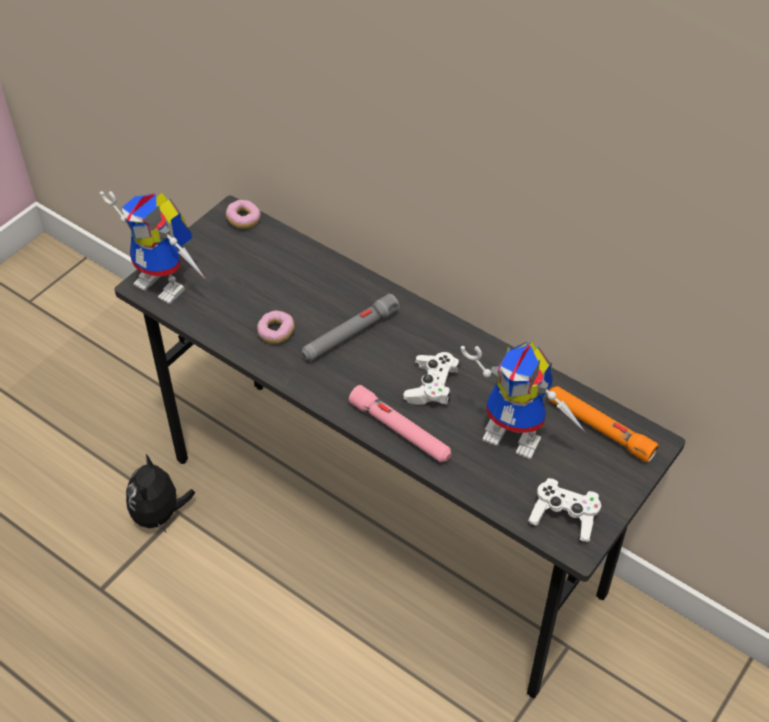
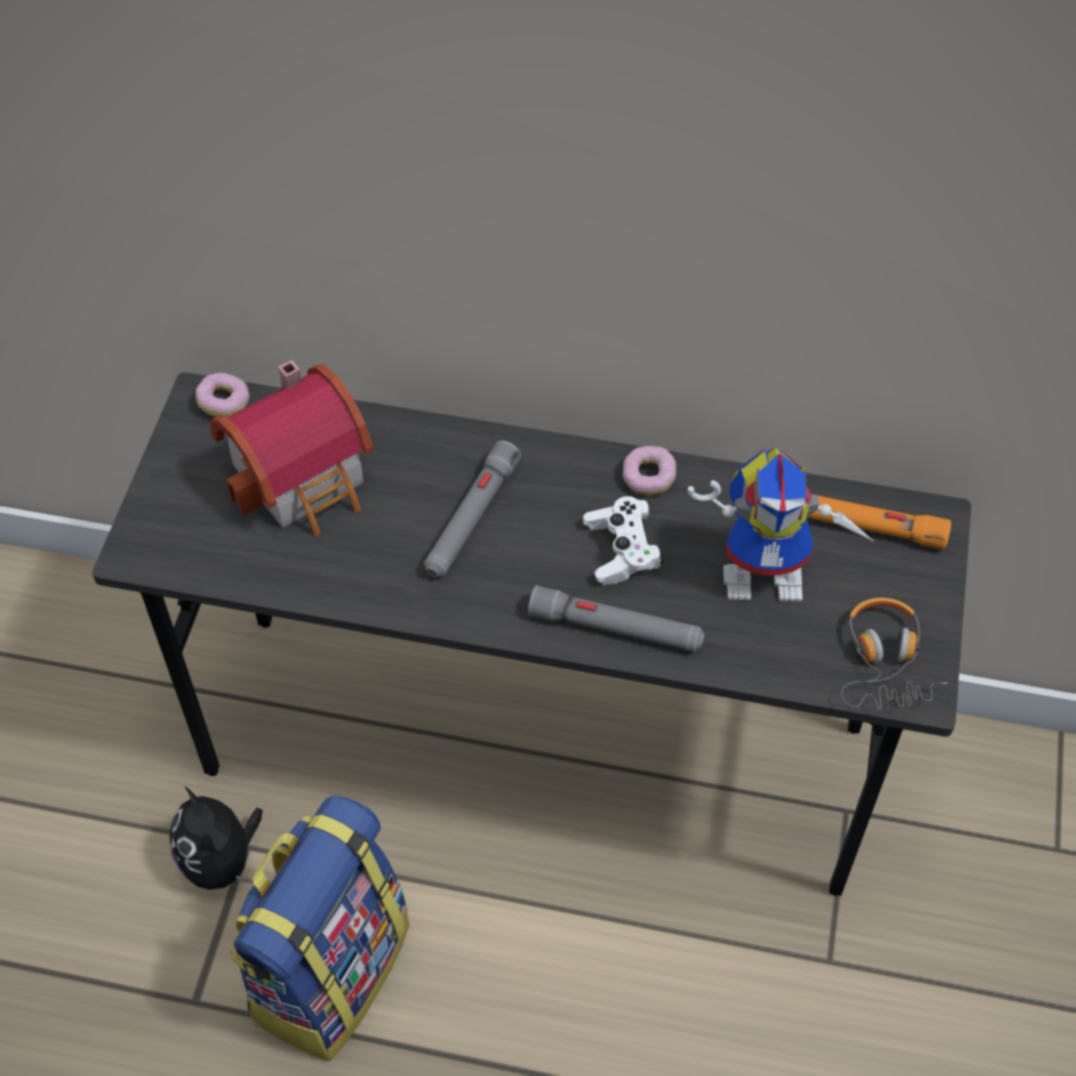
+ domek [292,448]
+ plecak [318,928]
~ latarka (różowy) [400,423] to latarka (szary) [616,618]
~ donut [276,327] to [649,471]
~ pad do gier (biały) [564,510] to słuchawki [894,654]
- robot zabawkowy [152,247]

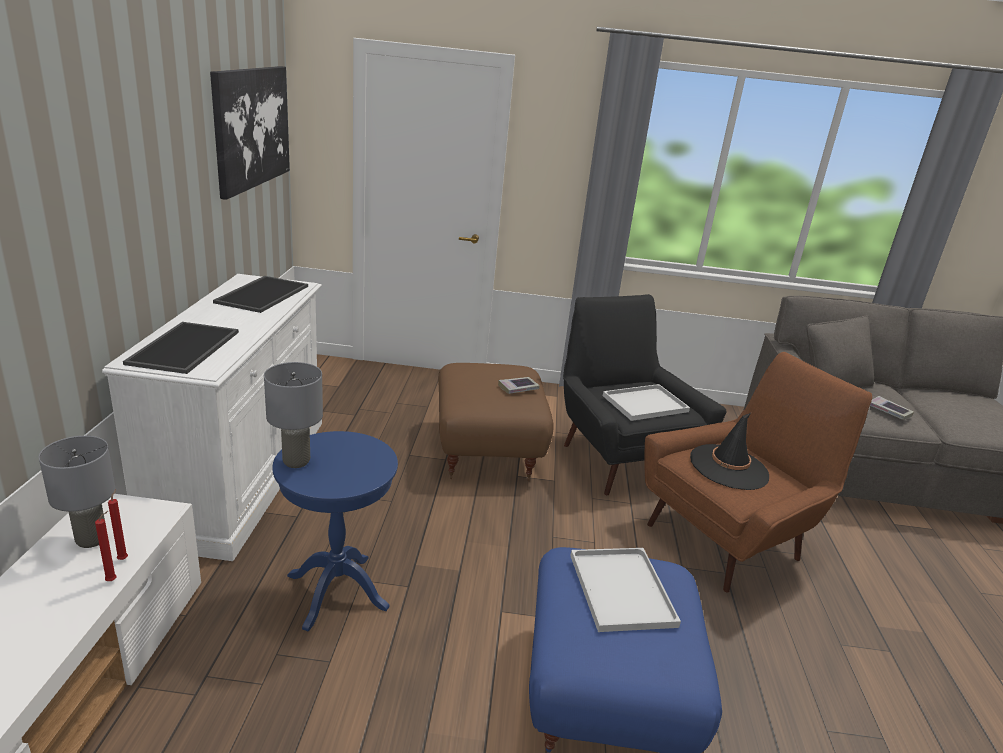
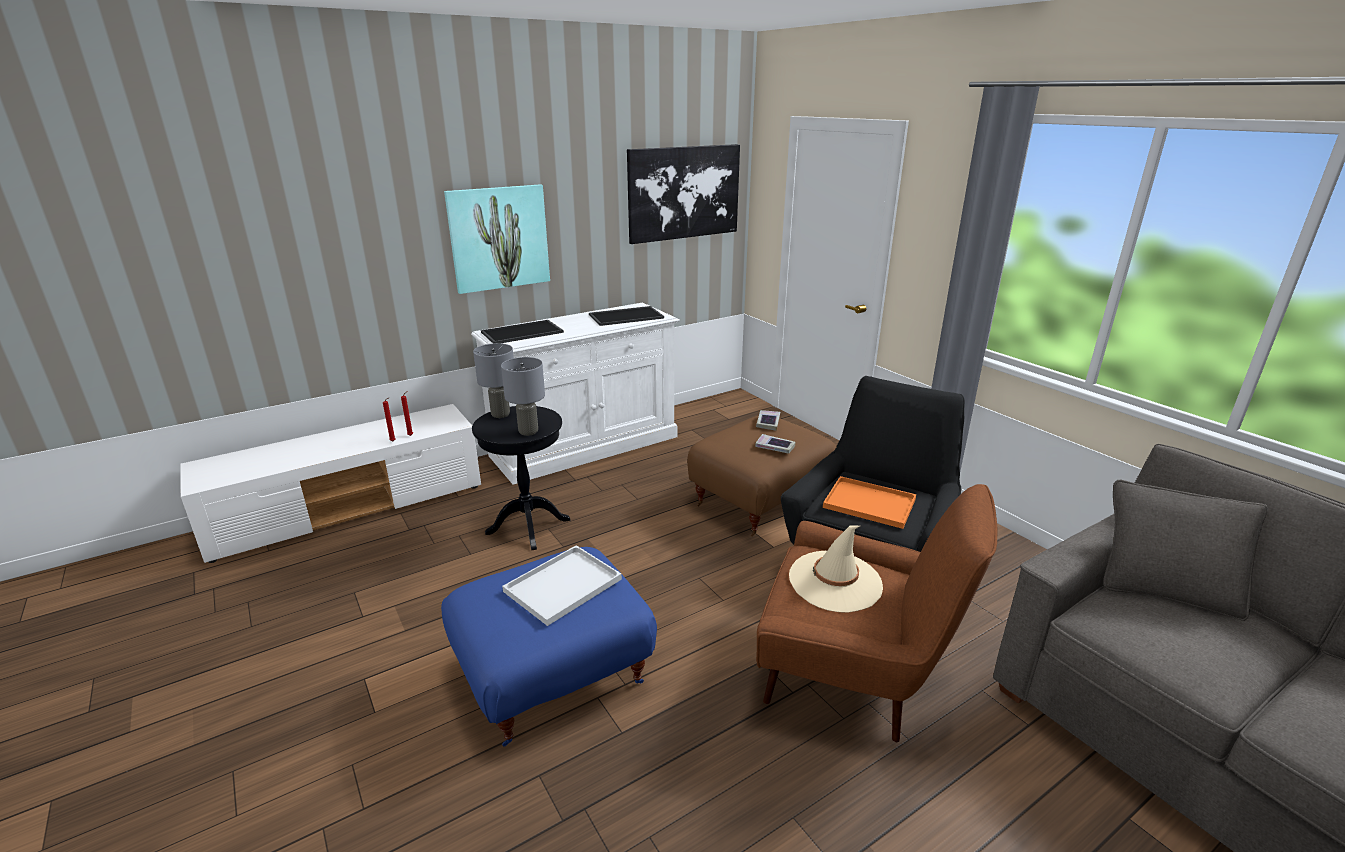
+ obraz [497,239]
~ stolik (niebieski) [335,531] to stolik (czarny) [521,478]
~ lampa stołowa (szary) [77,492] to [523,396]
~ książka [892,408] to [768,420]
~ kapelusz (czarny) [729,451] to kapelusz (beżowy) [836,569]
~ taca (biały) [646,402] to taca (pomarańczowy) [869,502]

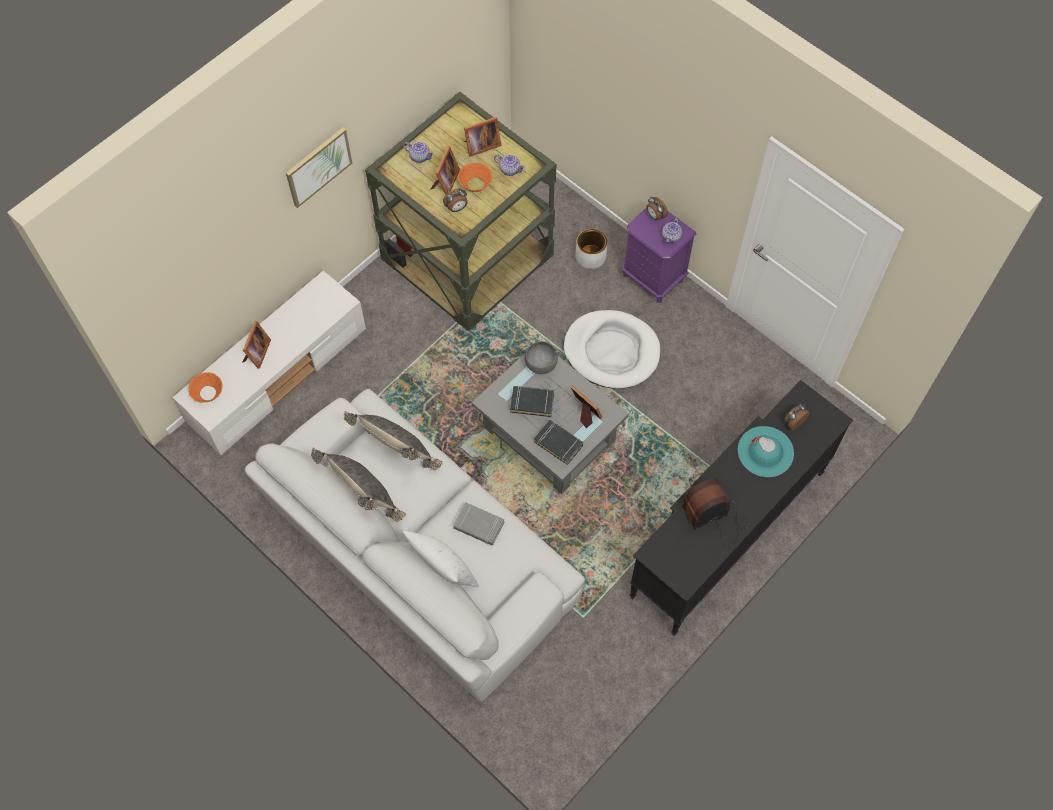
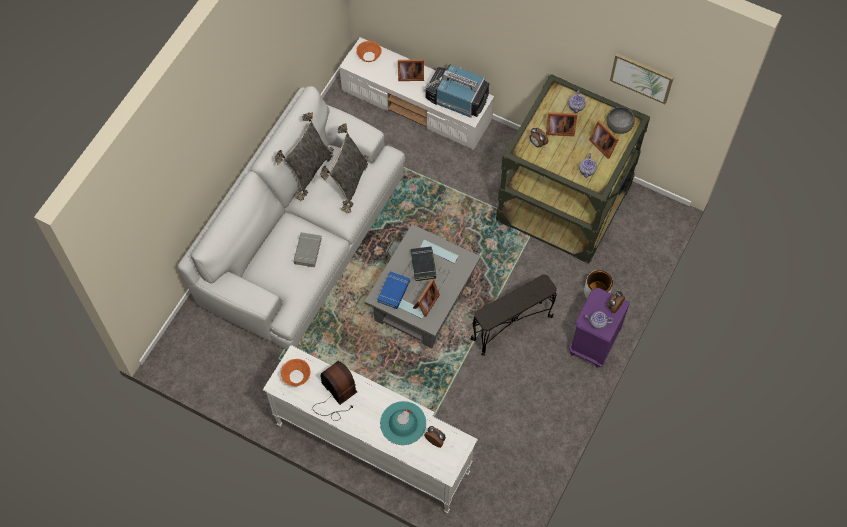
~ szafka (czarny) [741,507] to szafka (biały) [370,429]
~ miska (pomarańczowy) [475,177] to [296,372]
~ książka (czarny) [558,442] to książka (niebieski) [393,290]
+ telewizor [456,91]
~ legowisko (biały) [612,349] to stolik (czarny) [514,315]
~ miska (szary) [541,357] to [621,120]
~ obraz [319,168] to [642,78]
- poduszka (biały) [441,558]

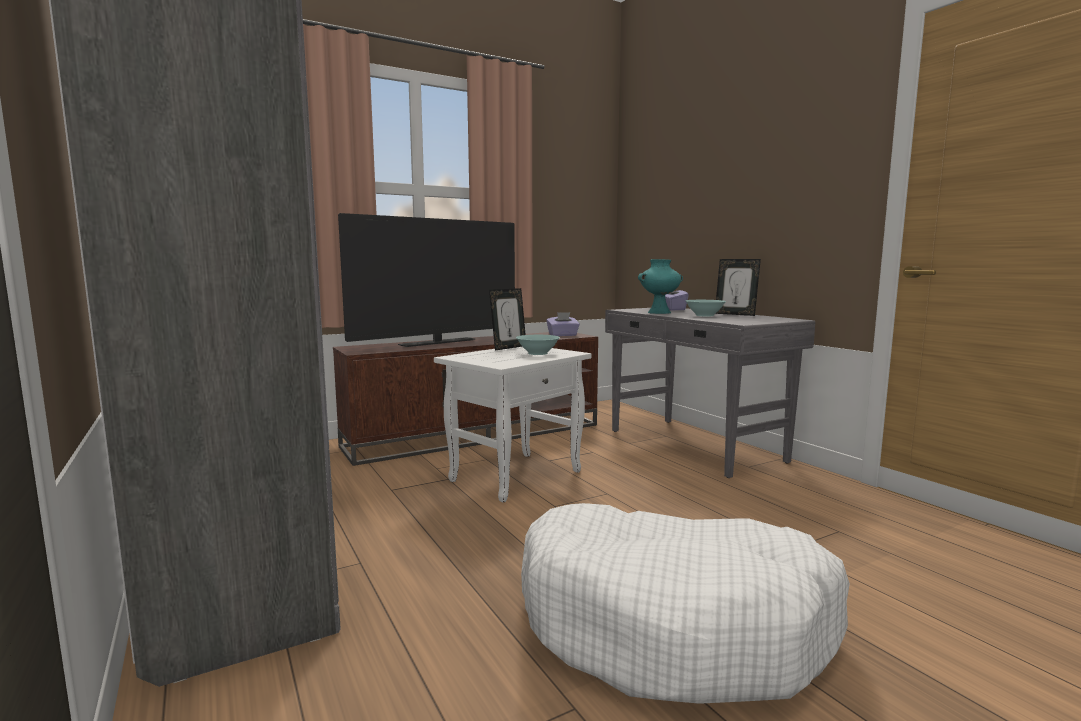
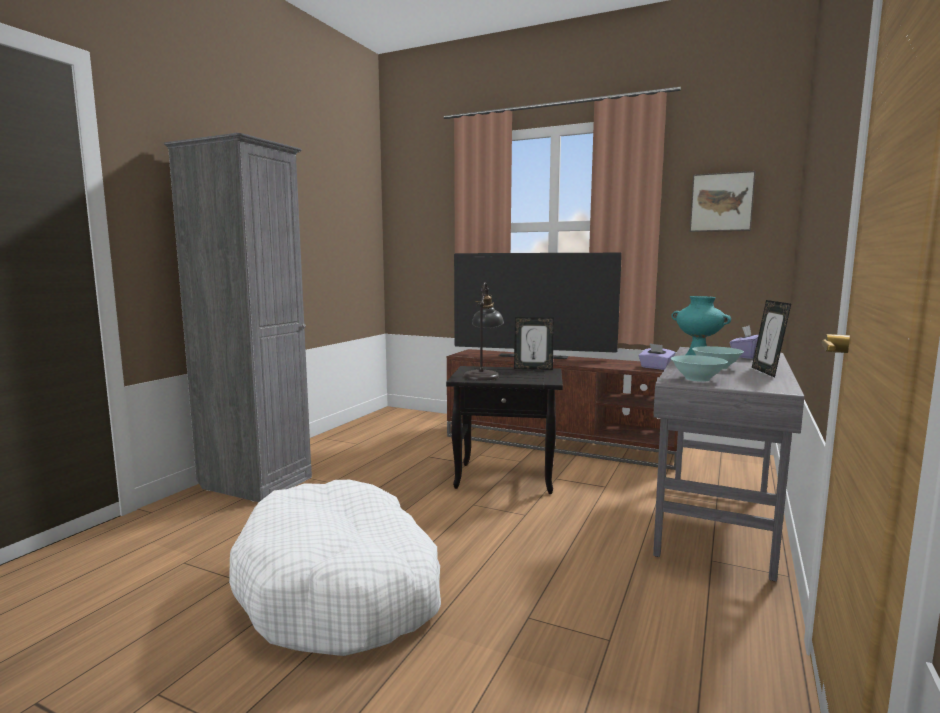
~ stolik (biały) [513,425] to stolik (czarny) [504,430]
+ lampa stołowa (szary) [484,331]
~ miska (turkusowy) [538,345] to [699,368]
+ obraz [723,201]

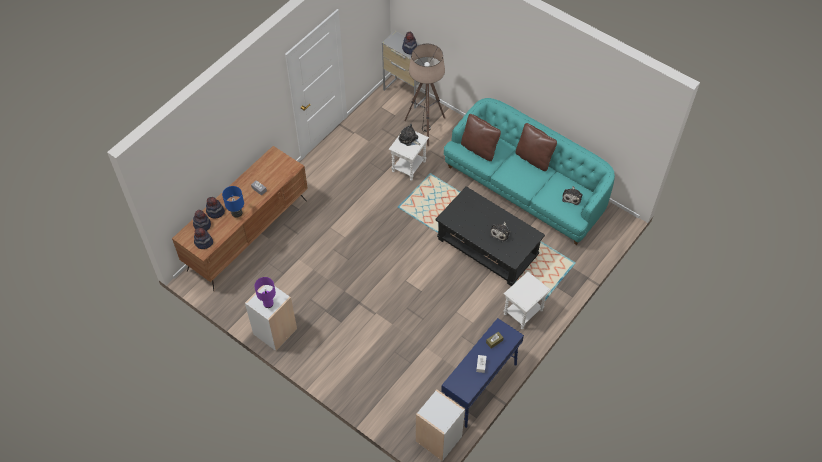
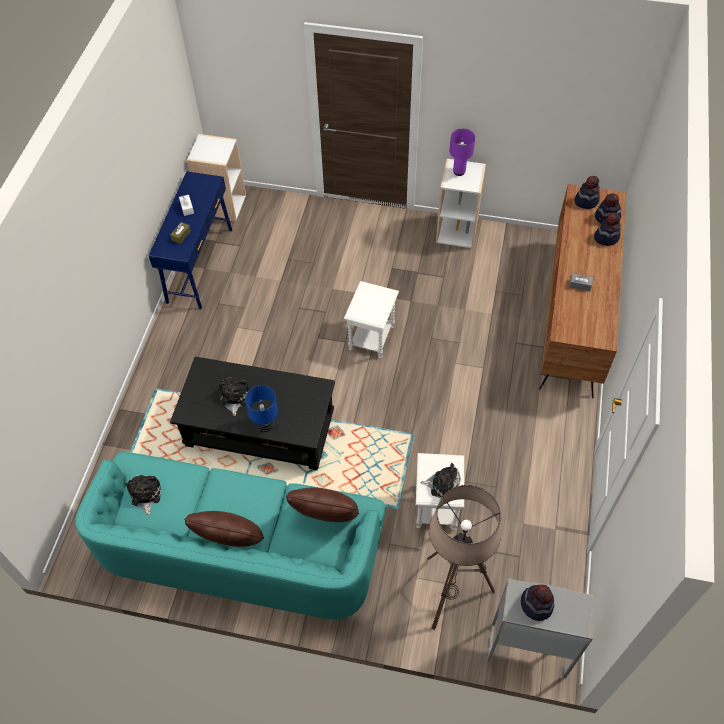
~ lampa stołowa (niebieski) [233,202] to [261,408]
~ stolik (biały) [527,301] to [371,319]

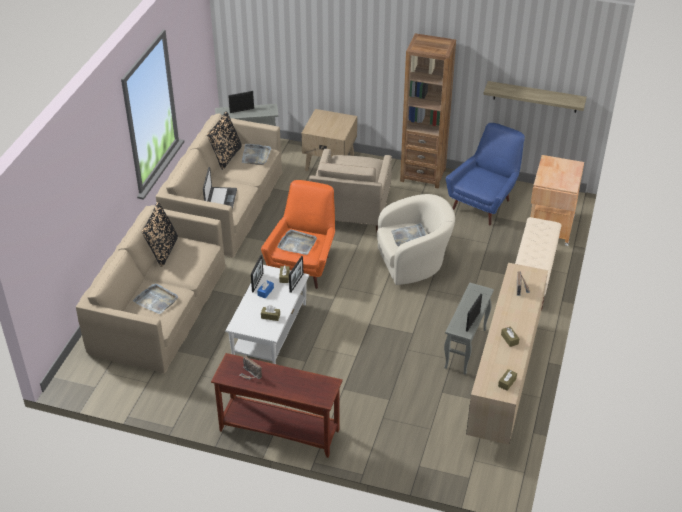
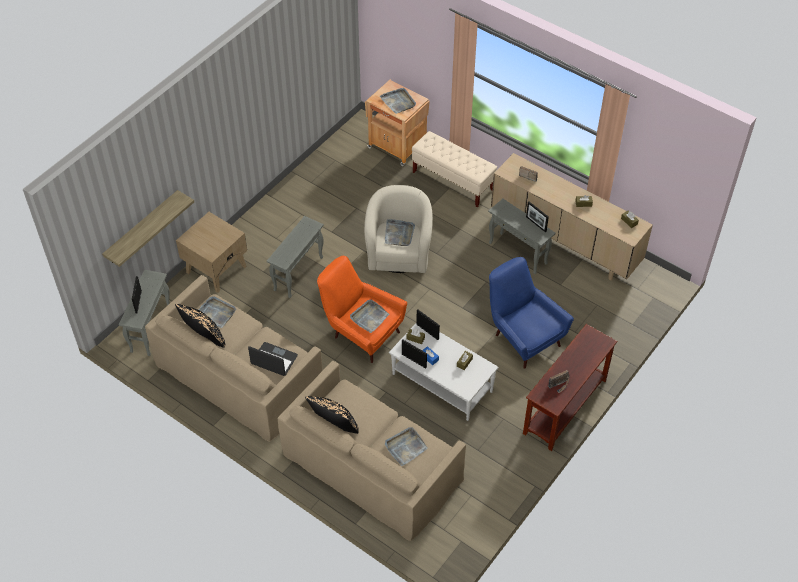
~ półka [535,97] to [148,228]
~ fotel (beżowy) [350,190] to stolik (szary) [295,257]
+ taca (szary) [398,101]
~ fotel (niebieski) [485,174] to [531,313]
- regał (brązowy) [428,111]

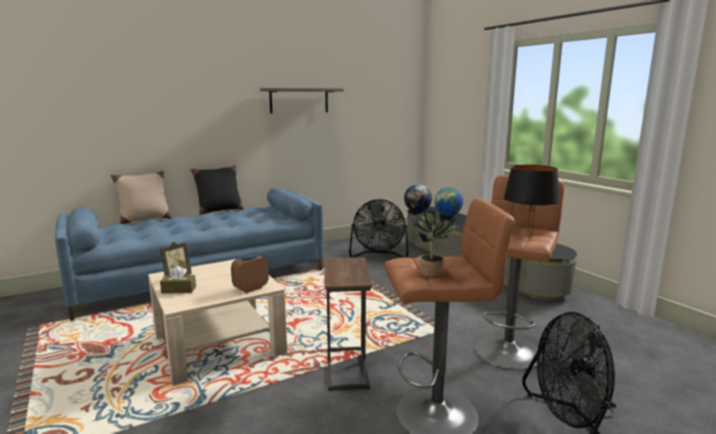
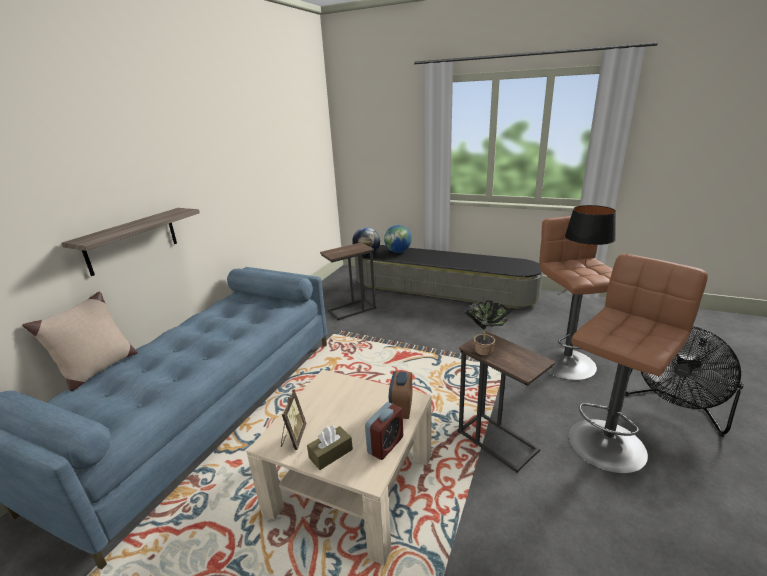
~ półka [302,100] to [131,242]
~ wentylator (czarny) [378,228] to stolik (brązowy) [348,281]
+ budzik [384,431]
~ roślina doniczkowa [436,244] to [488,328]
- poduszka (czarny) [217,190]

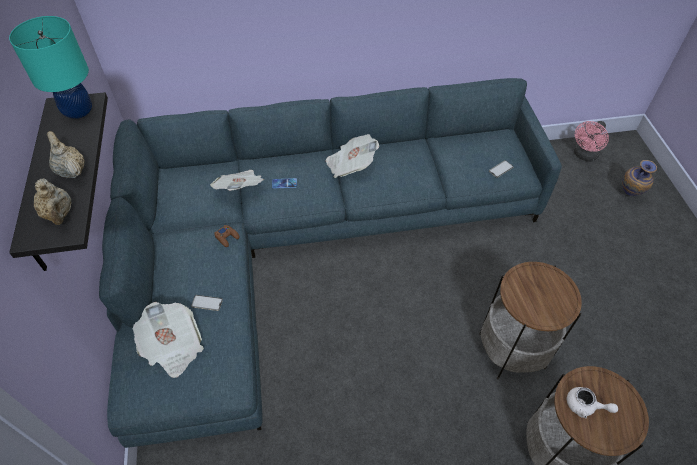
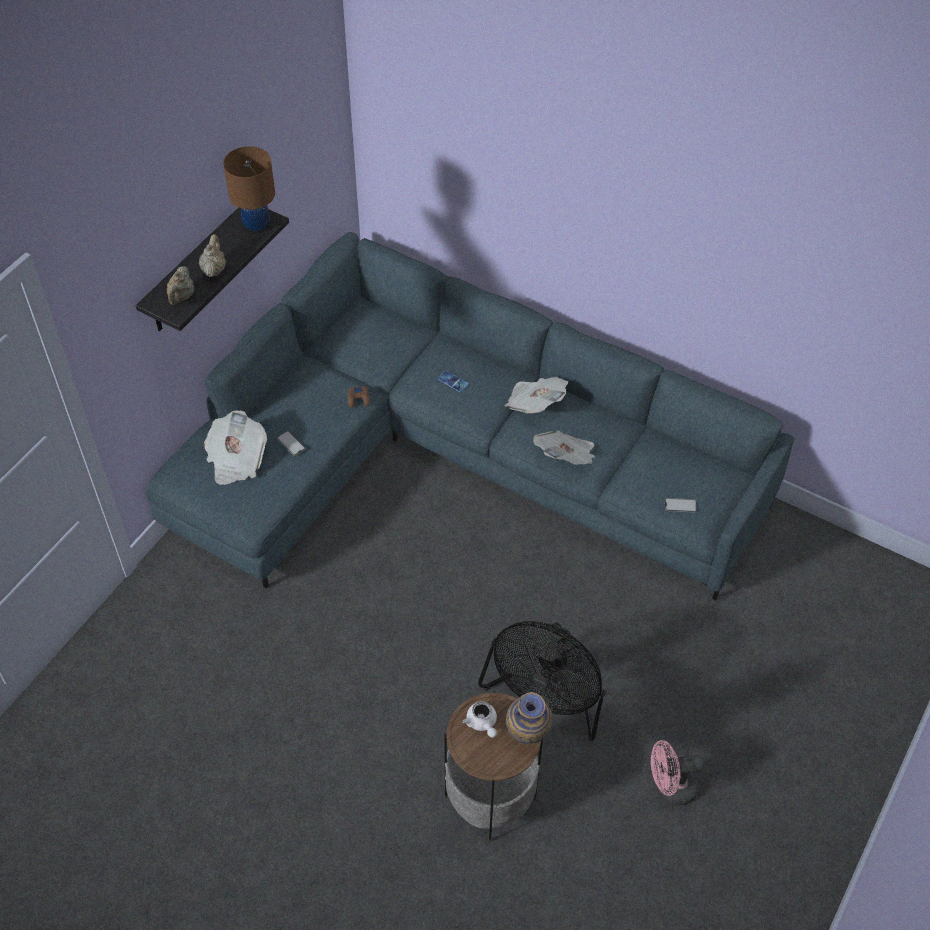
~ lampa stołowa (turkusowy) [50,67] to lampa stołowa (brązowy) [249,188]
~ stolik [530,321] to wentylator (czarny) [542,681]
~ wazon [639,178] to [529,718]
~ gazeta [237,180] to [564,448]
~ wentylator (różowy) [591,141] to [677,773]

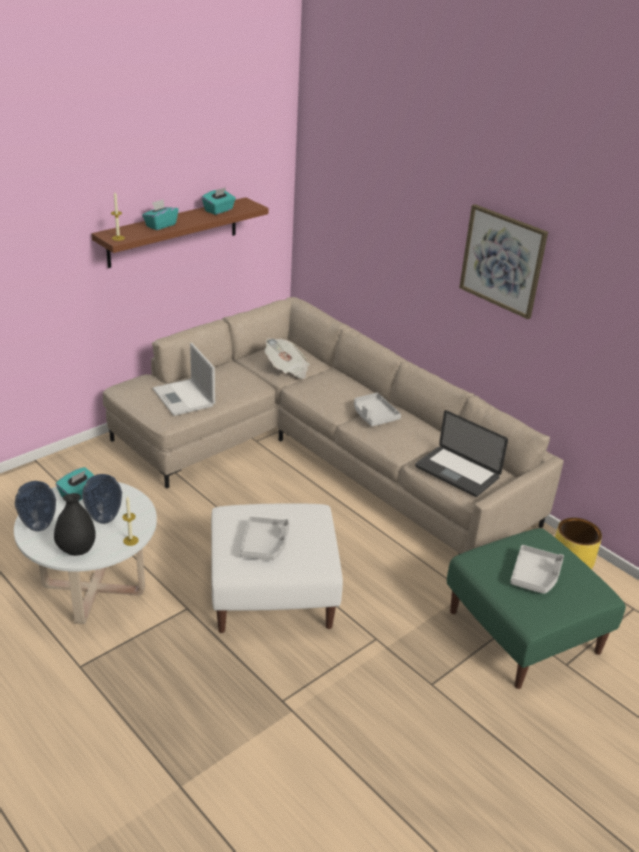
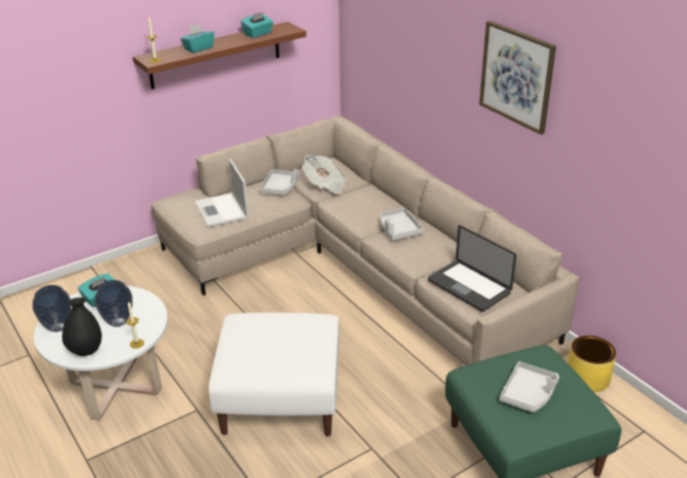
~ taca (szary) [265,538] to [280,182]

